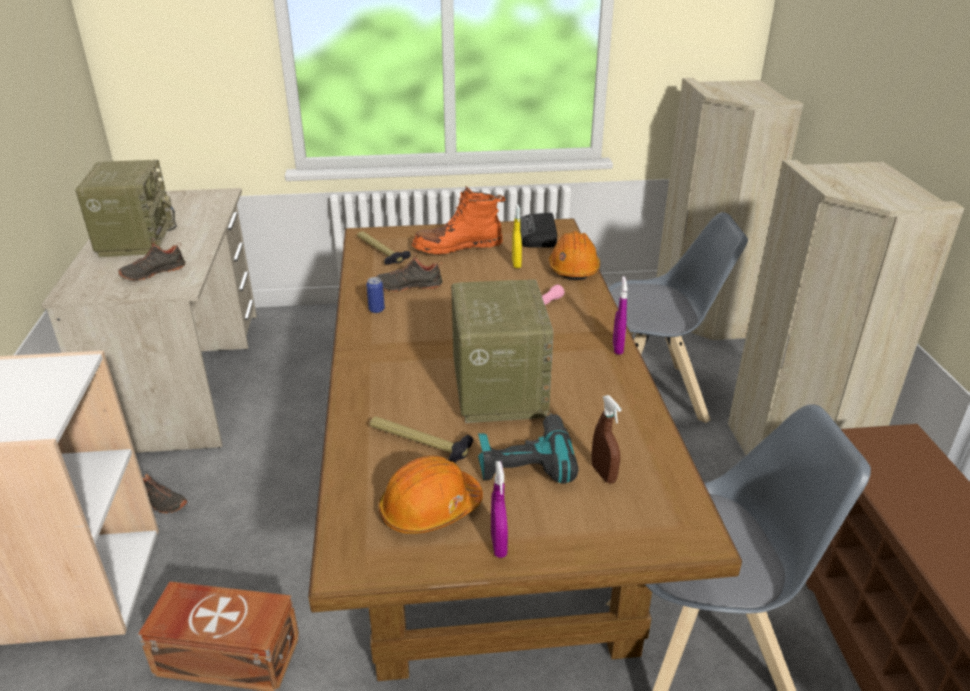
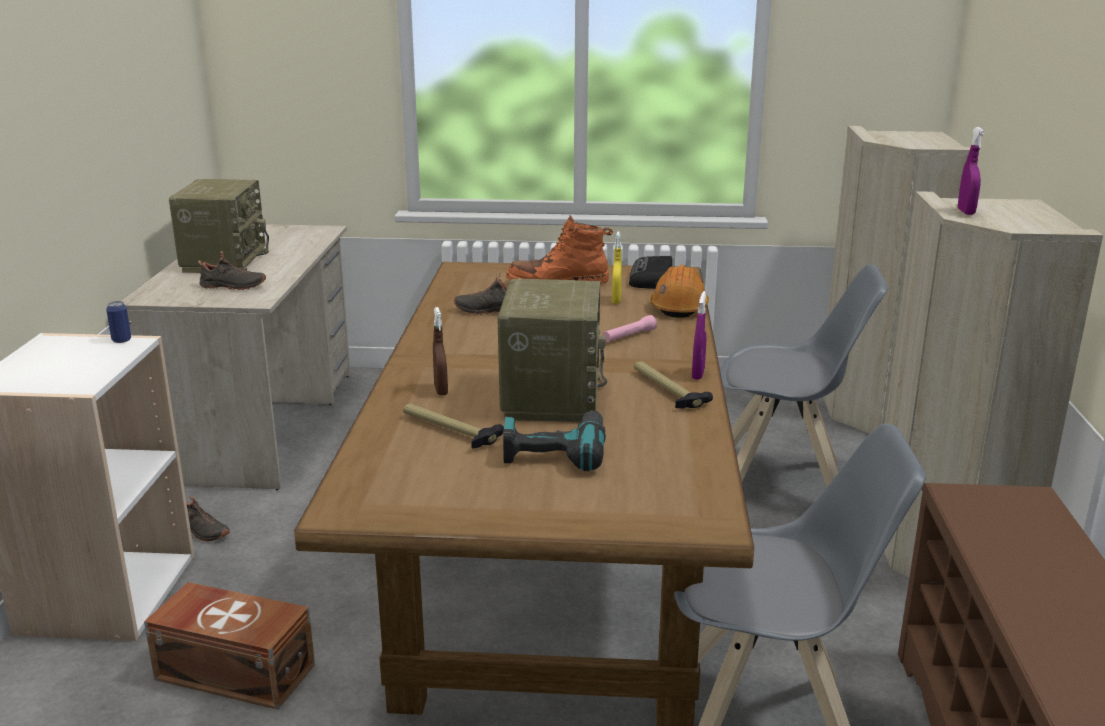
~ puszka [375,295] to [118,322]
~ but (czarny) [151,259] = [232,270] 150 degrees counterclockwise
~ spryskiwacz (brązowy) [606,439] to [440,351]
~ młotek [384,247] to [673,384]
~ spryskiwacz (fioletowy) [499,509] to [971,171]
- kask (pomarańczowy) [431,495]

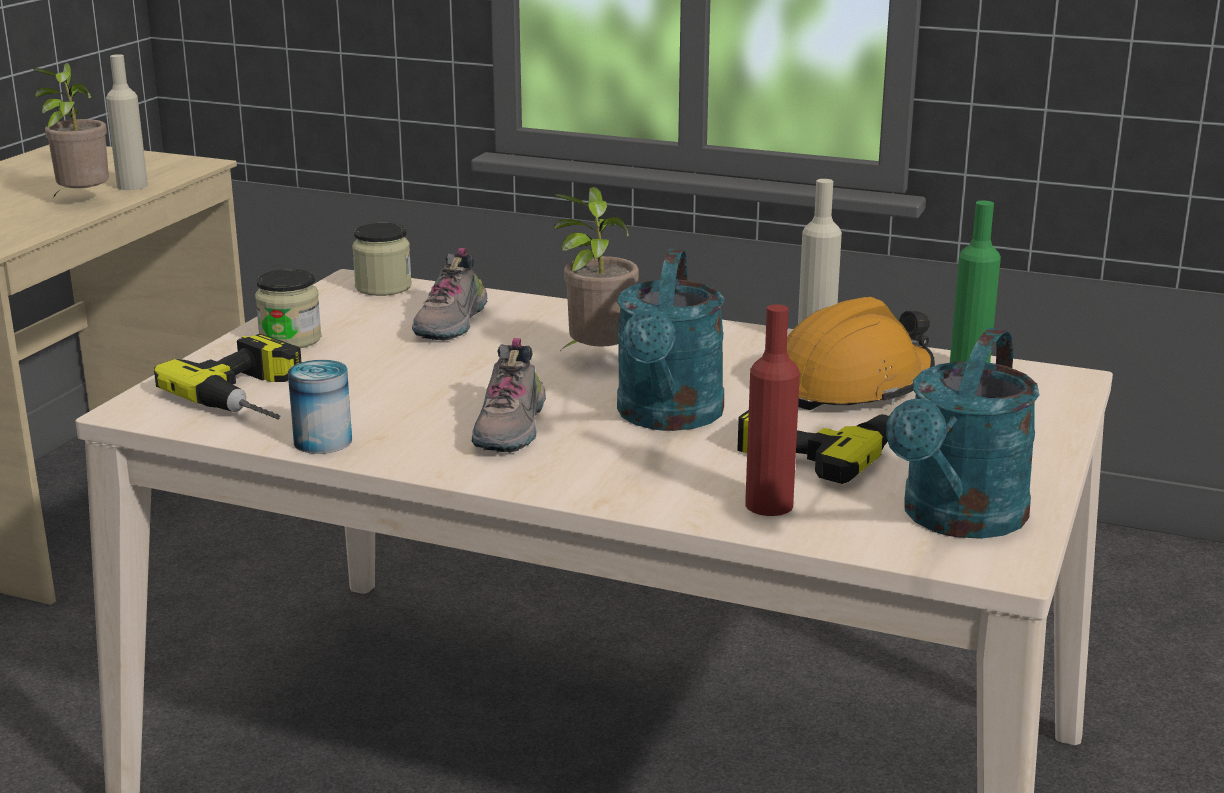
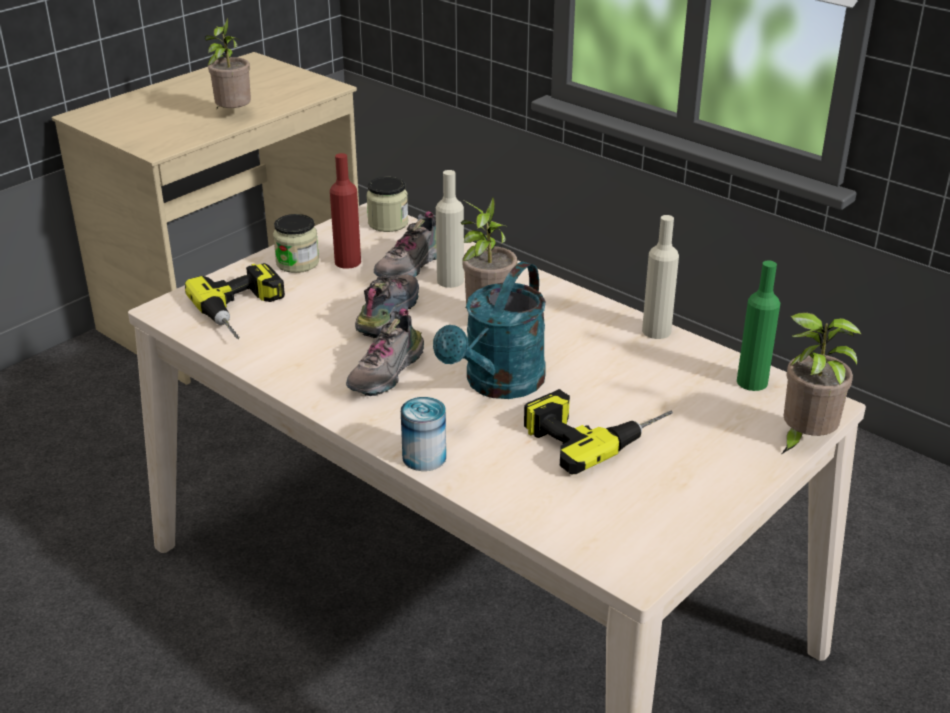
~ butelka (czerwony) [772,410] to [345,211]
+ but [387,306]
~ puszka [320,407] to [423,434]
~ butelka (beżowy) [127,122] to [450,229]
+ roślina doniczkowa [822,383]
- kask (pomarańczowy) [861,353]
- konewka (turkusowy) [963,433]

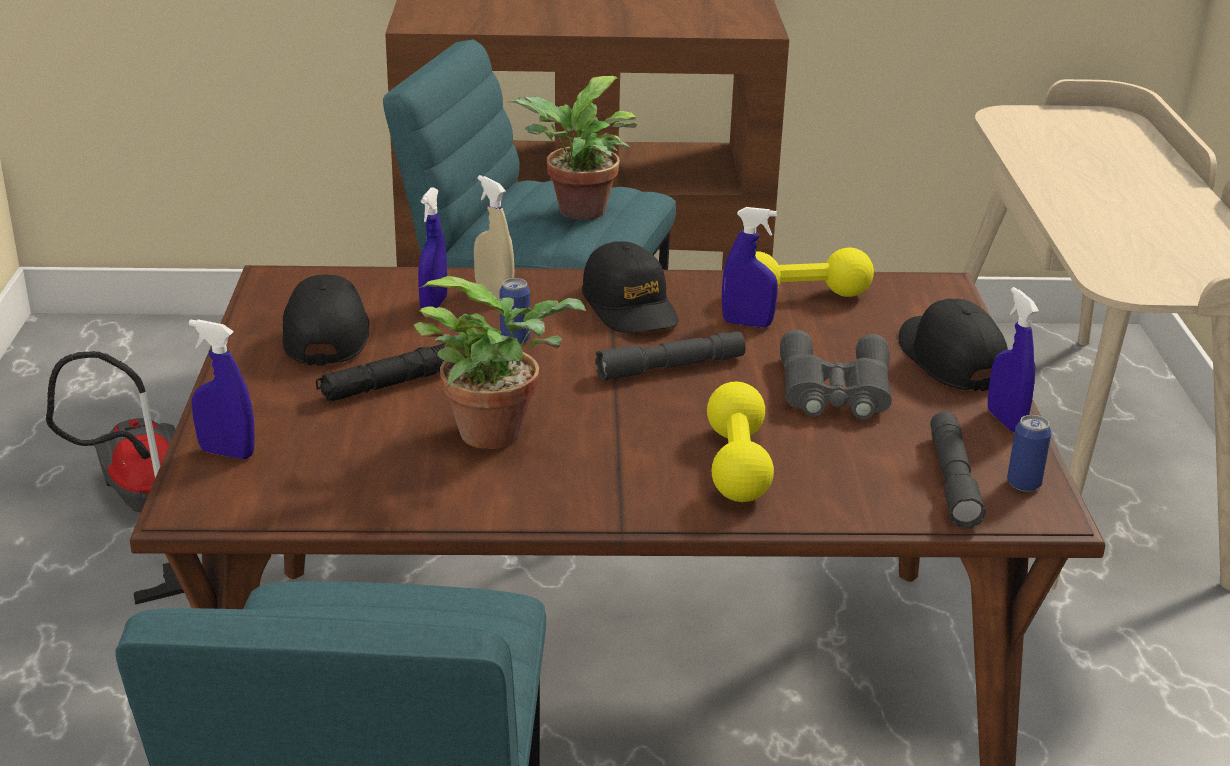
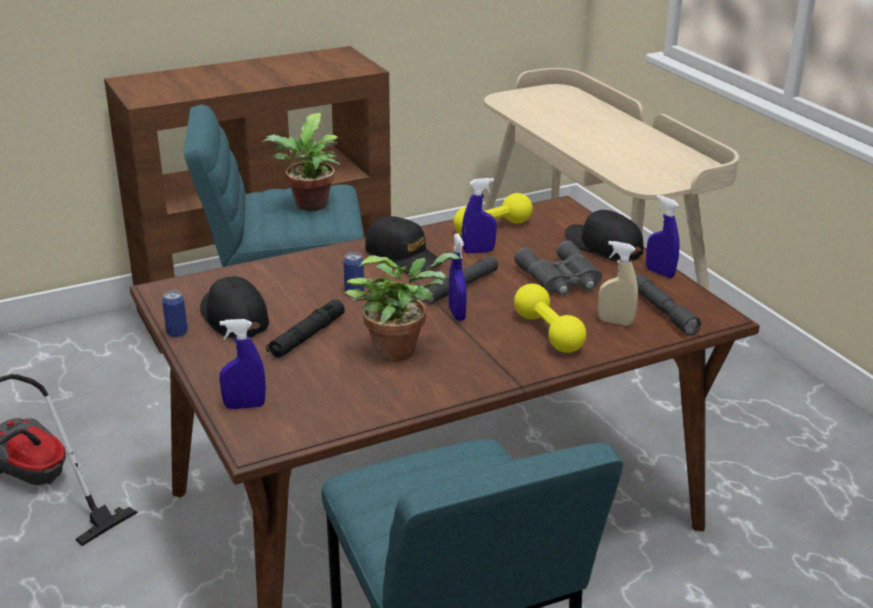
~ puszka [1029,453] to [175,313]
~ spryskiwacz (niebieski) [432,248] to [458,277]
~ spryskiwacz (beżowy) [494,237] to [618,283]

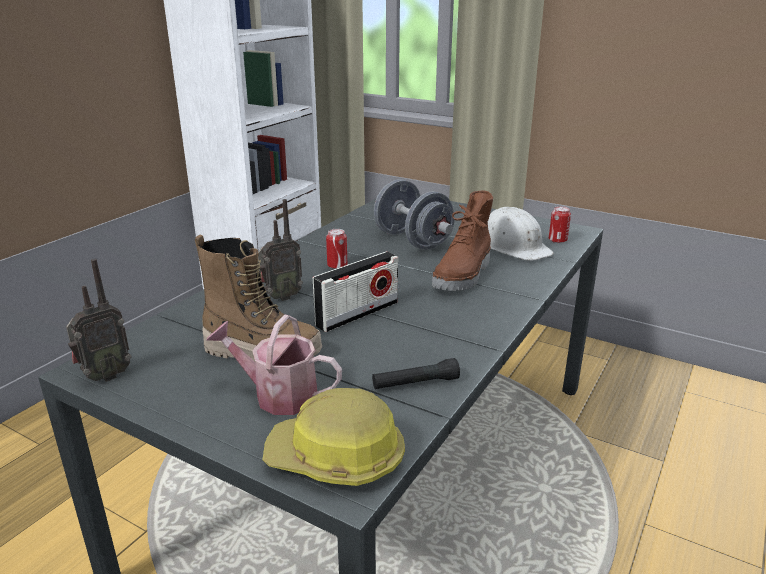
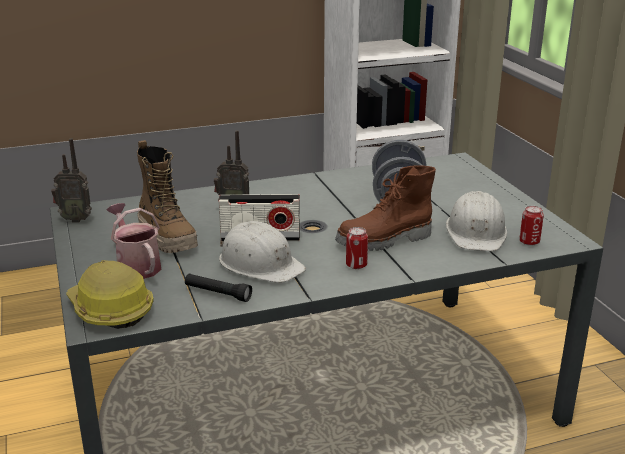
+ kask (biały) [262,252]
~ puszka [336,249] to [357,248]

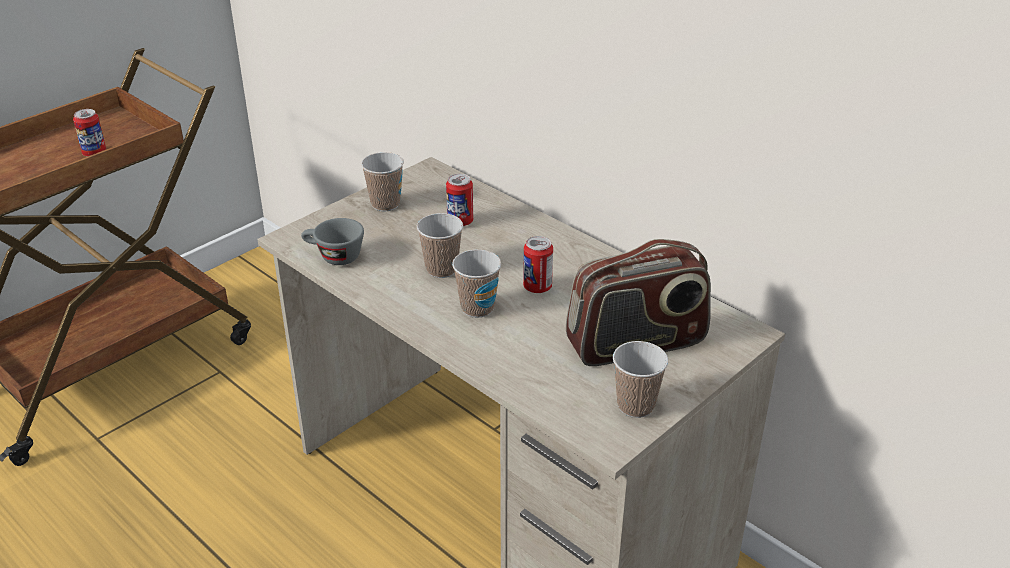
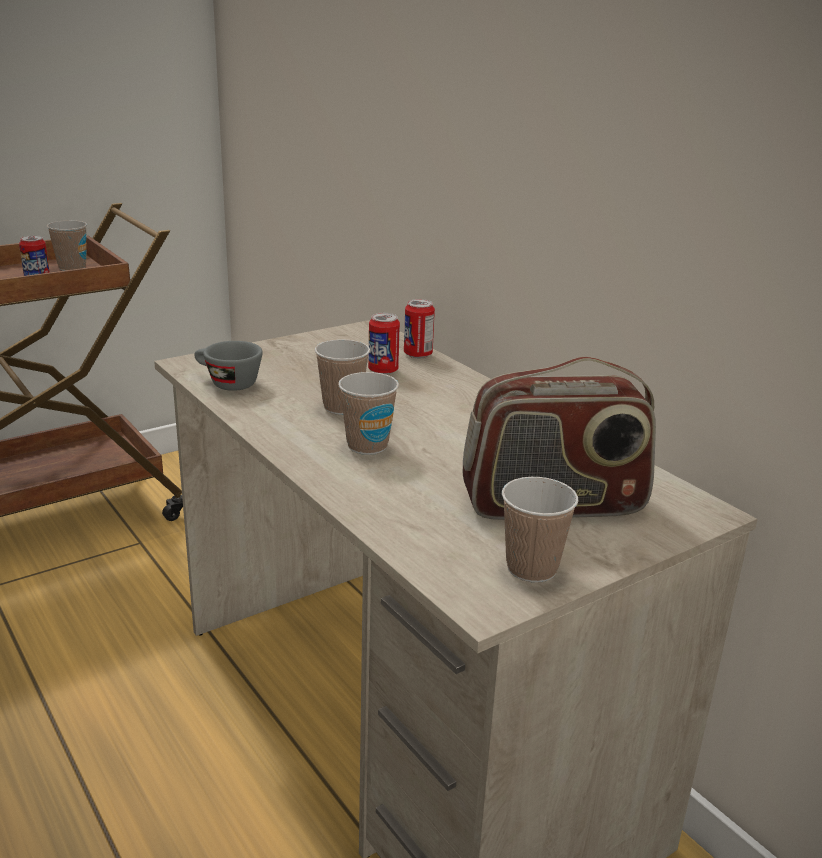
~ filiżanka [382,181] to [67,245]
~ puszka [538,264] to [419,328]

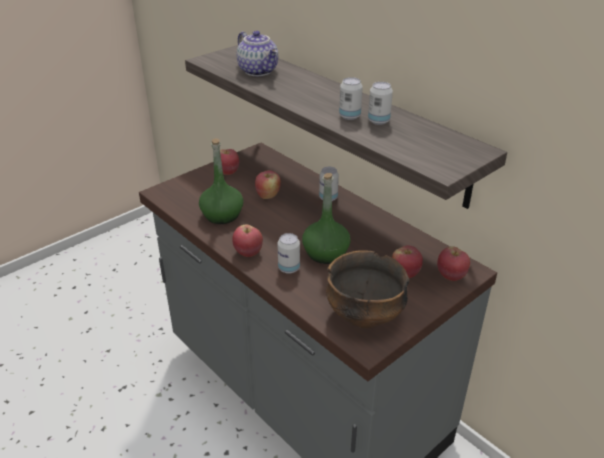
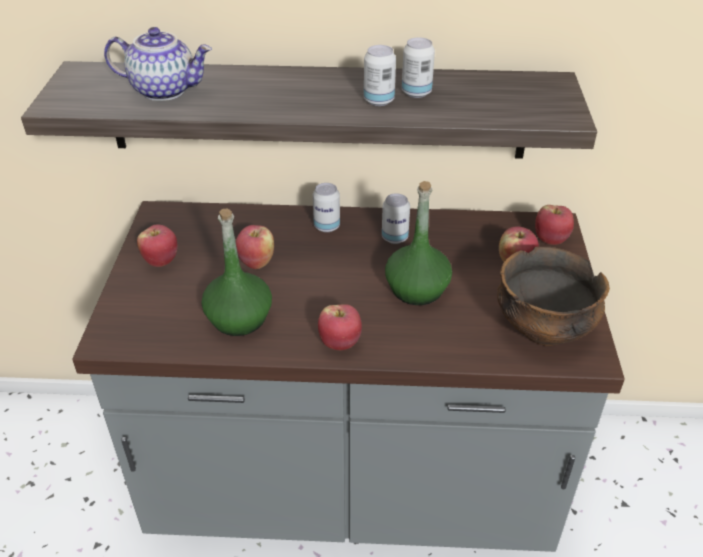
~ puszka [288,253] to [396,218]

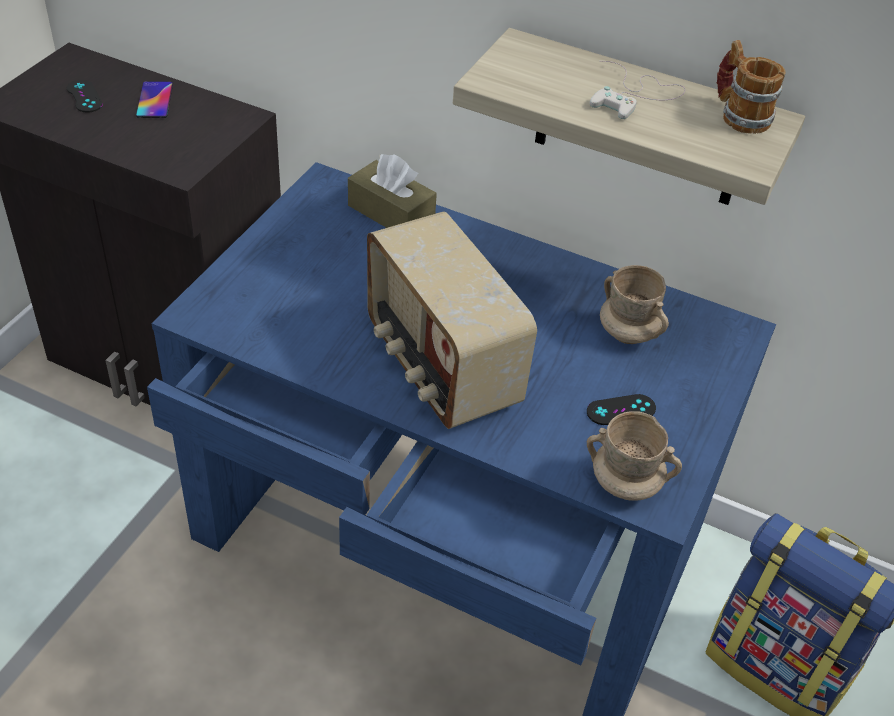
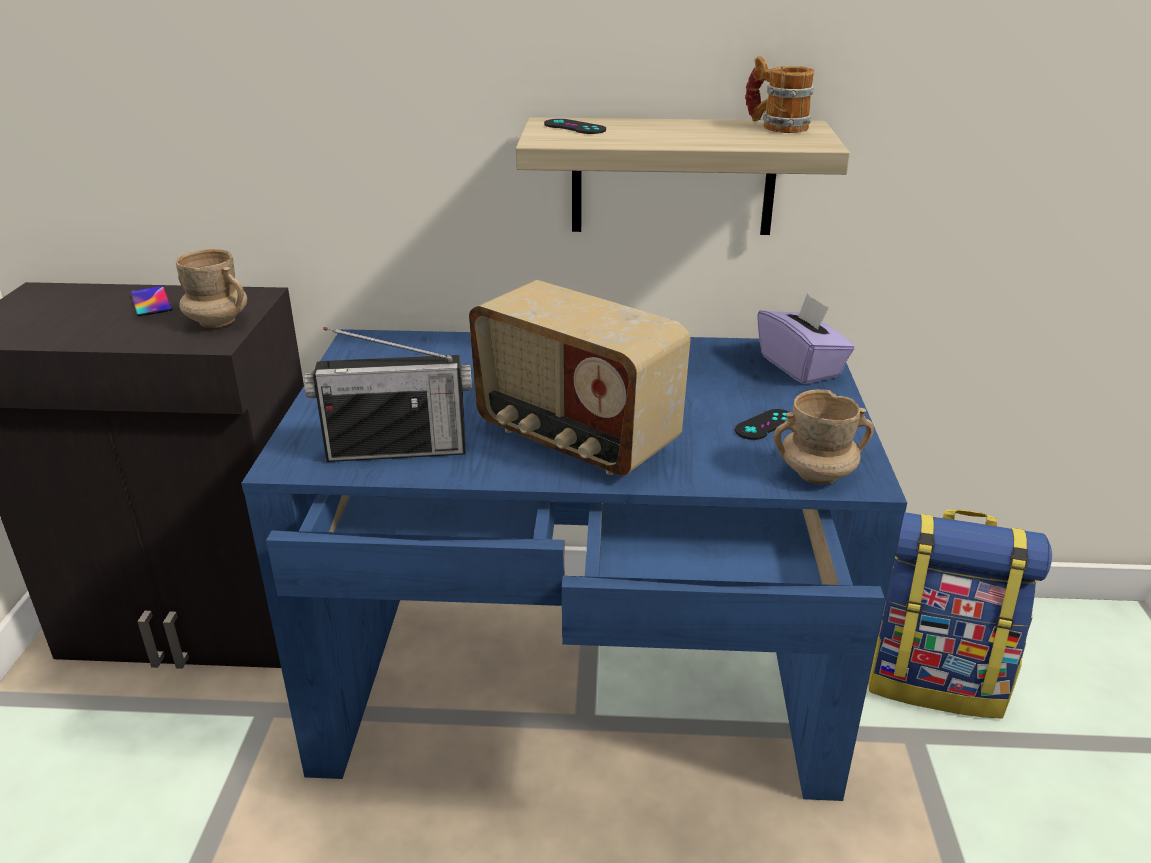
~ kubek (beżowy) [634,304] to [211,288]
+ radio [388,394]
~ pad do gier (czarny) [85,96] to [575,126]
+ pudełko chusteczek (fioletowy) [806,339]
- pudełko chusteczek (brązowy) [392,191]
- pad do gier (biały) [637,90]

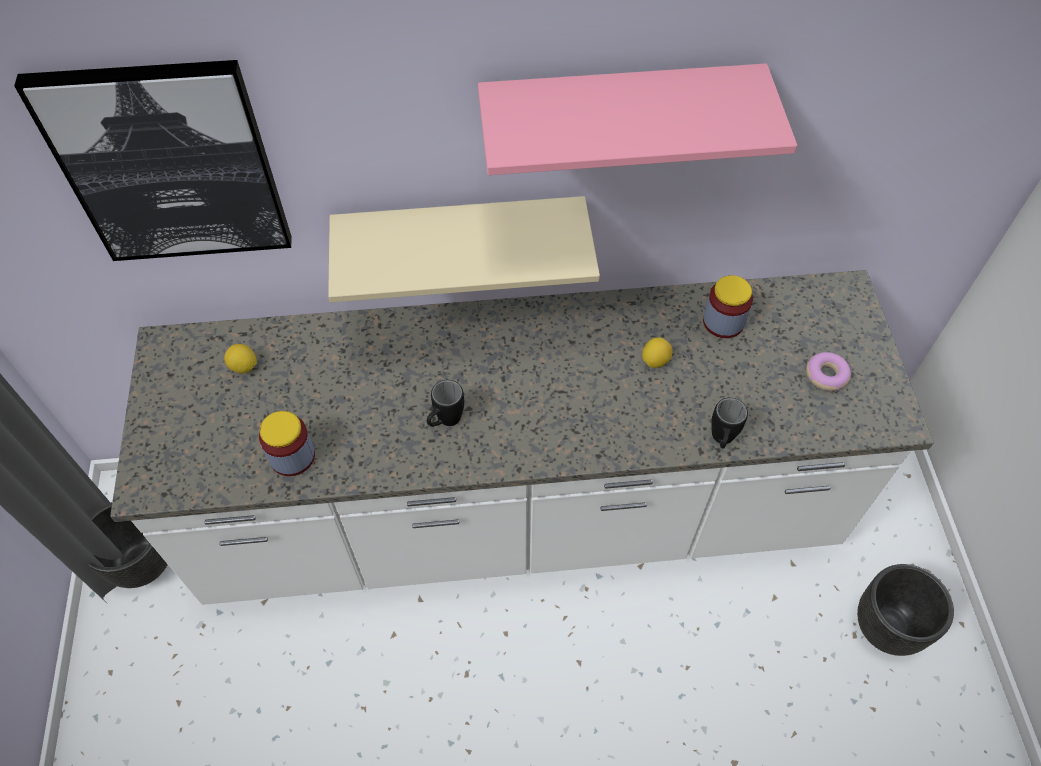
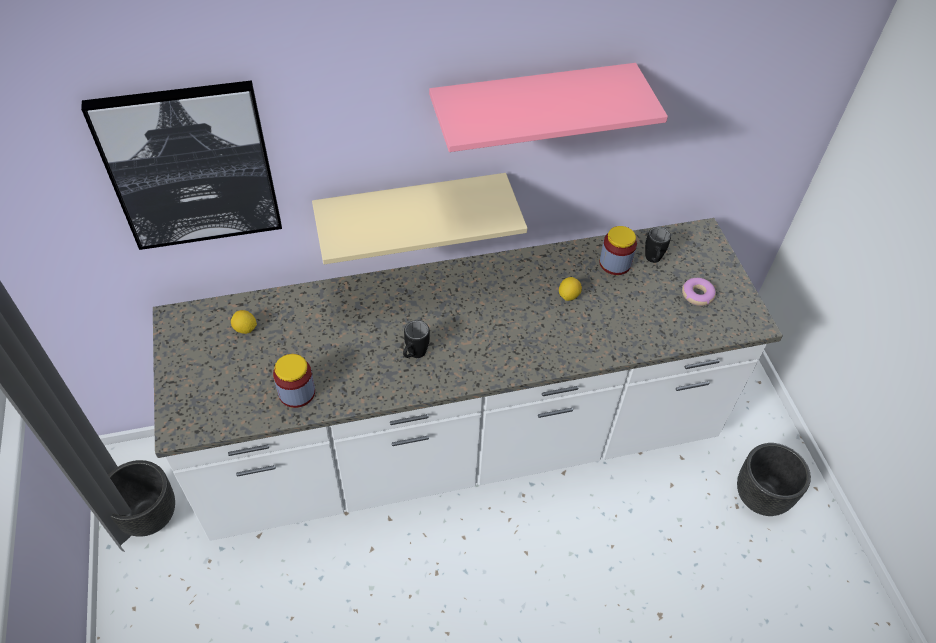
~ kubek (czarny) [729,423] to [658,245]

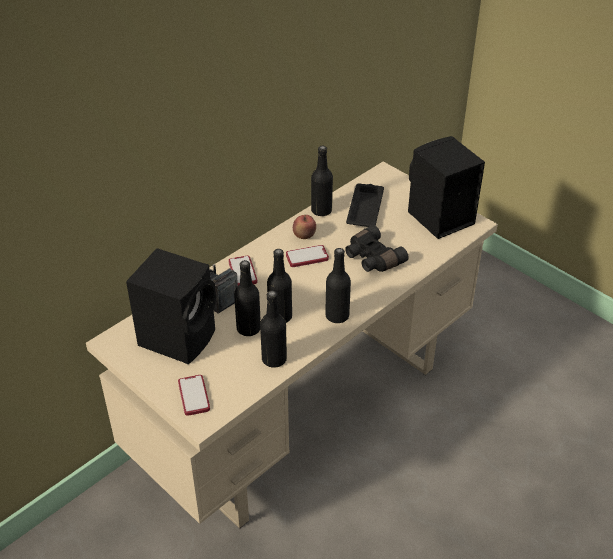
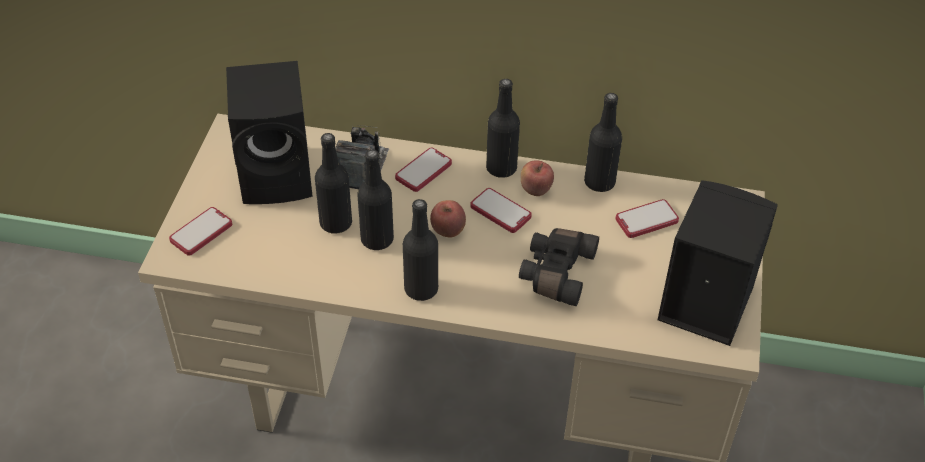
+ jabłko [448,219]
~ butelka (czarny) [273,329] to [503,128]
~ taca (czarny) [365,205] to telefon [647,218]

